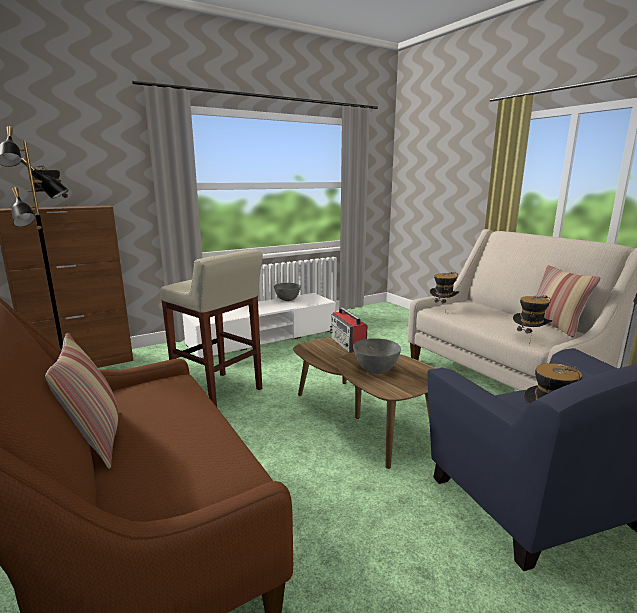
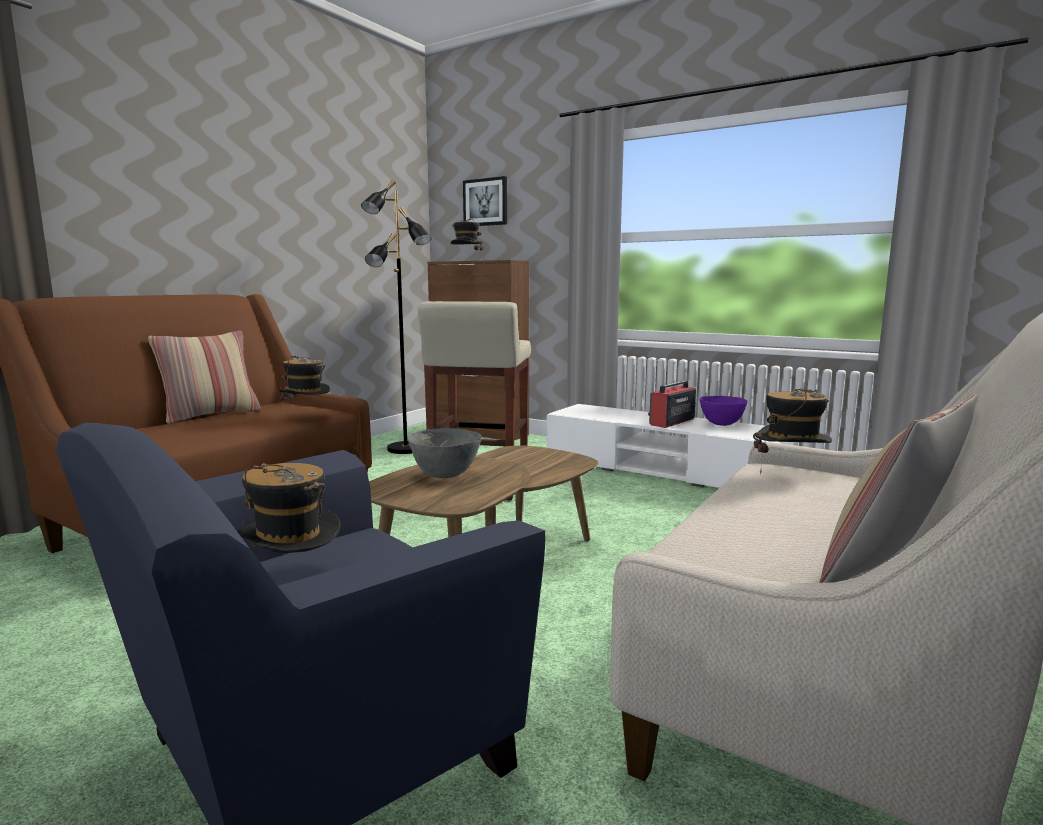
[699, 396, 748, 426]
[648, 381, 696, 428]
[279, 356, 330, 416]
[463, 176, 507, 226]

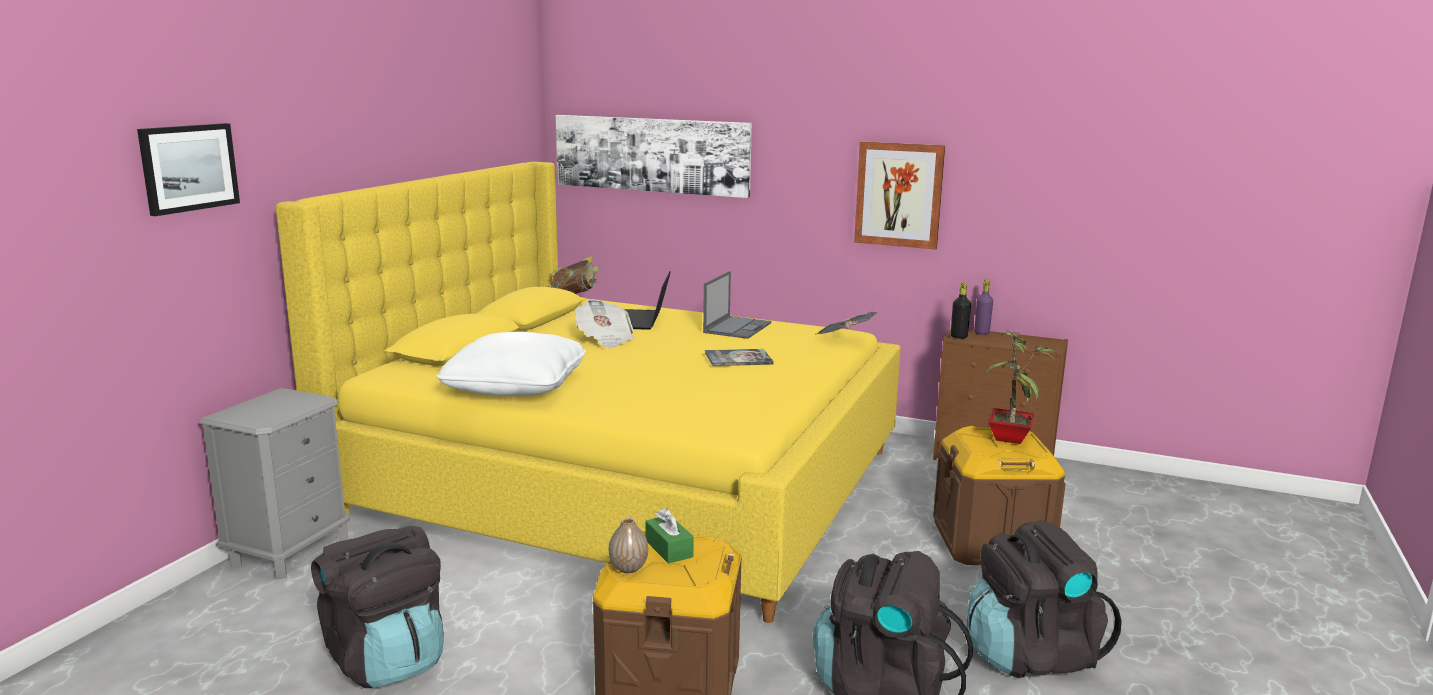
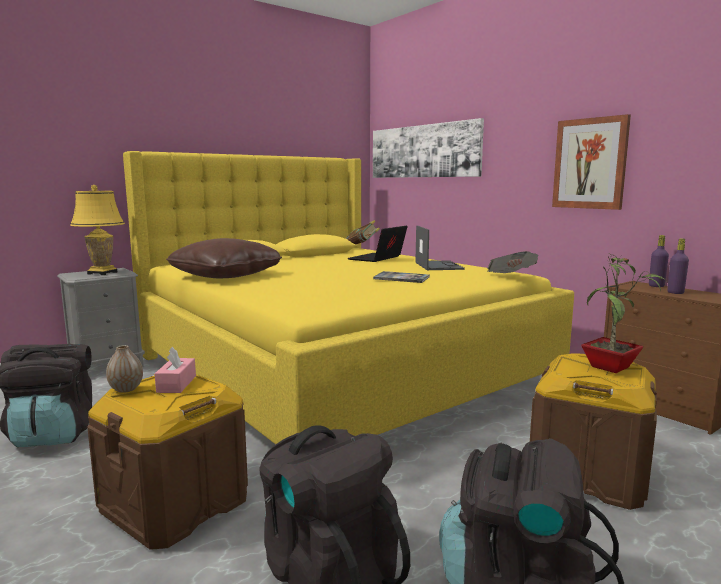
[137, 123, 240, 216] (first image)
[166, 238, 282, 278]
[575, 299, 634, 348] (first image)
[155, 347, 196, 393]
[415, 225, 465, 270]
[951, 283, 971, 339] (first image)
[70, 185, 125, 275]
[667, 239, 689, 294]

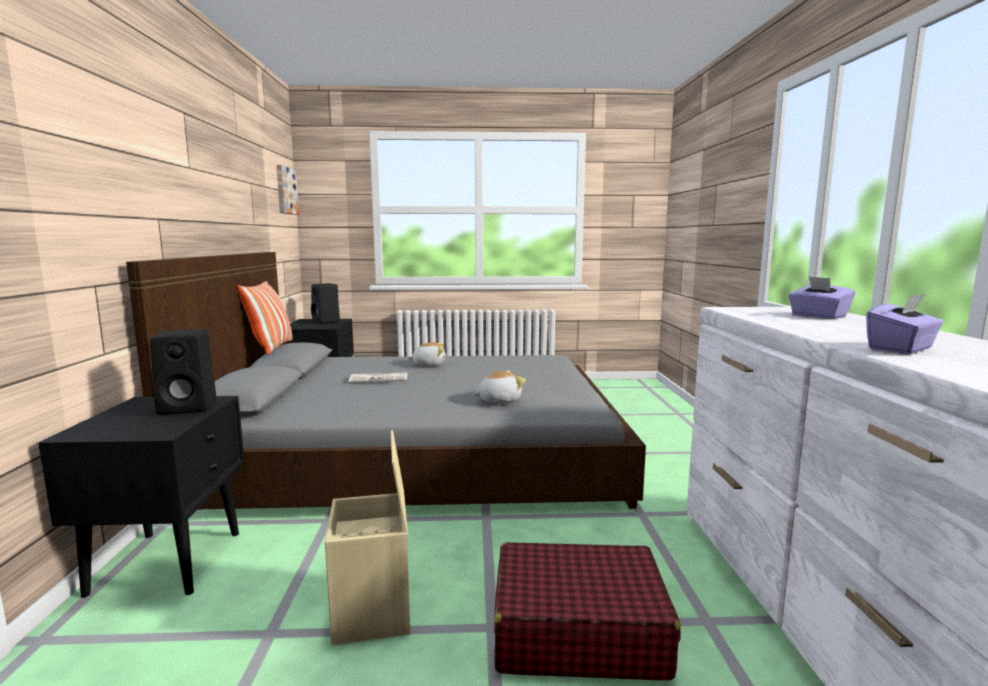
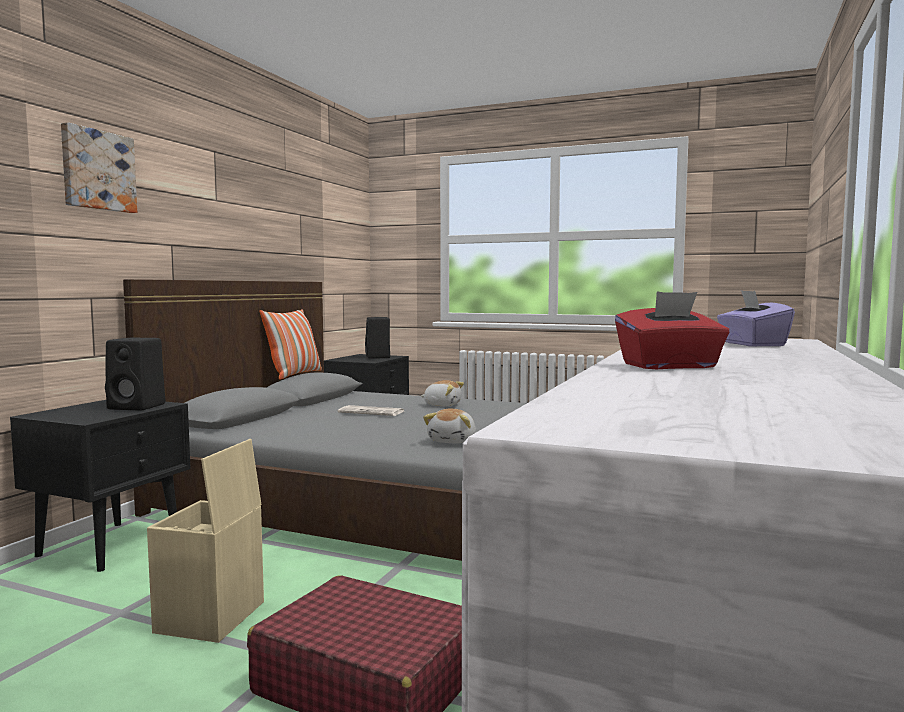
[61, 122, 137, 213]
[423, 409, 476, 443]
[615, 291, 730, 369]

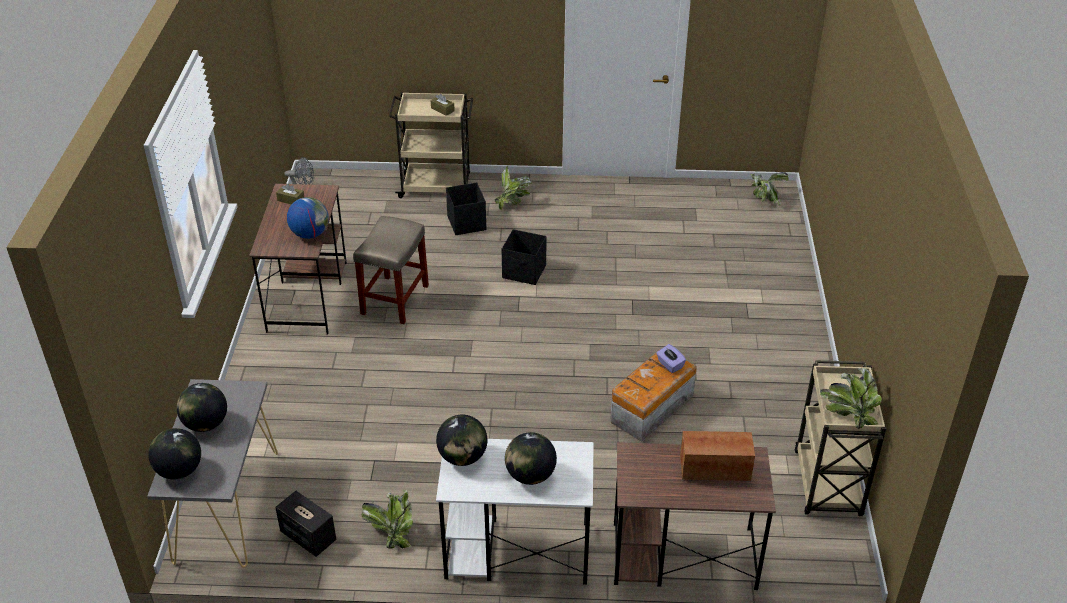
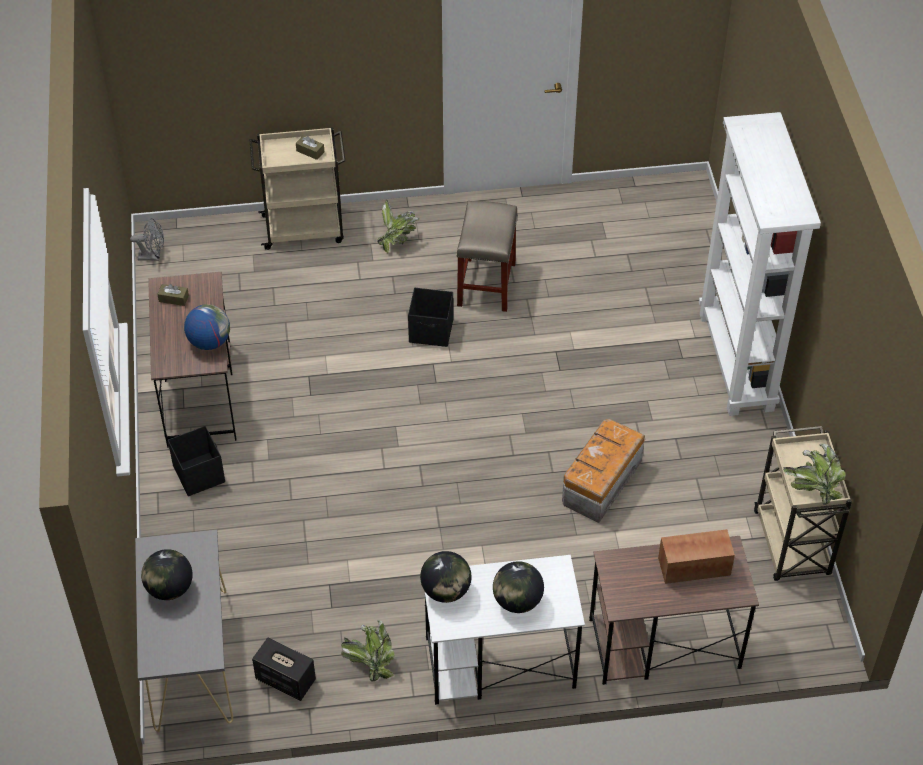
[148, 428, 201, 479] (first image)
[456, 201, 518, 312]
[168, 426, 225, 496]
[656, 344, 686, 373] (first image)
[751, 172, 789, 206] (first image)
[699, 112, 821, 416]

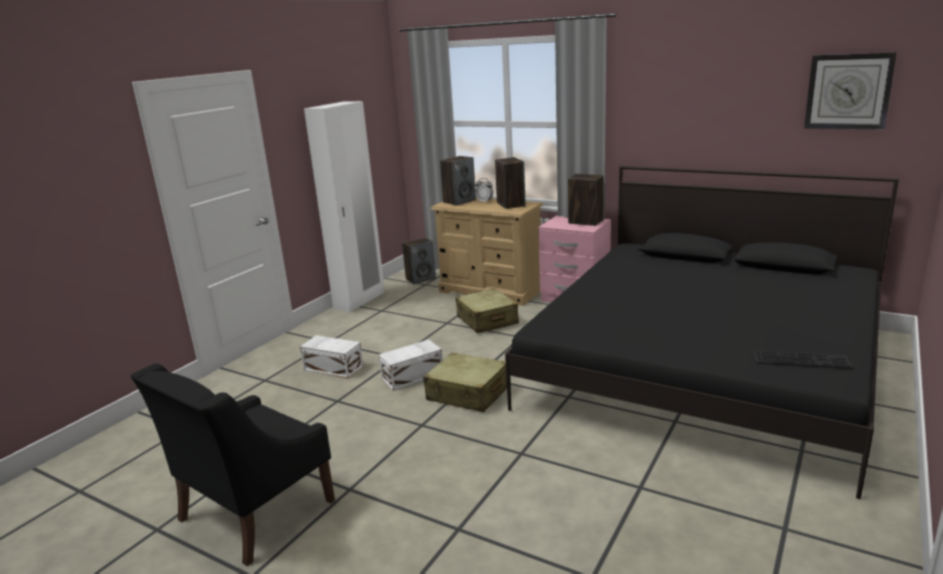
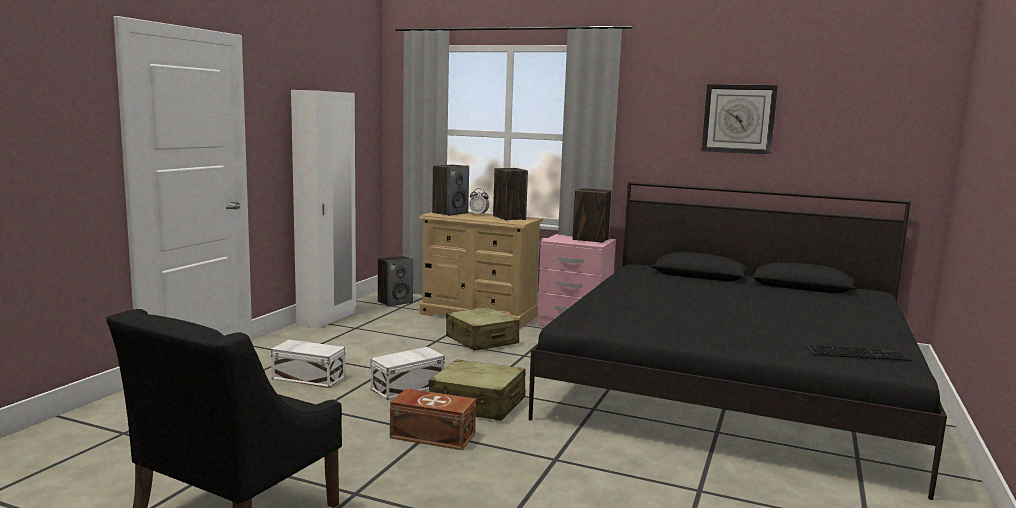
[702, 84, 778, 155]
[390, 389, 476, 450]

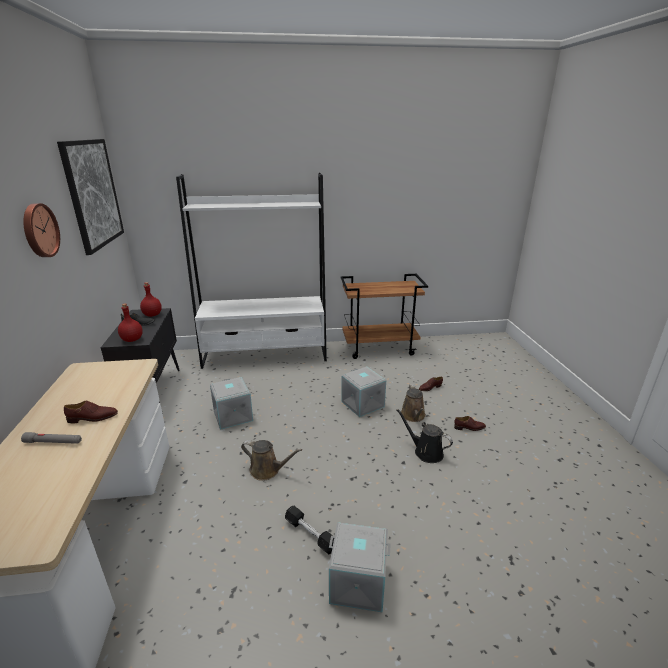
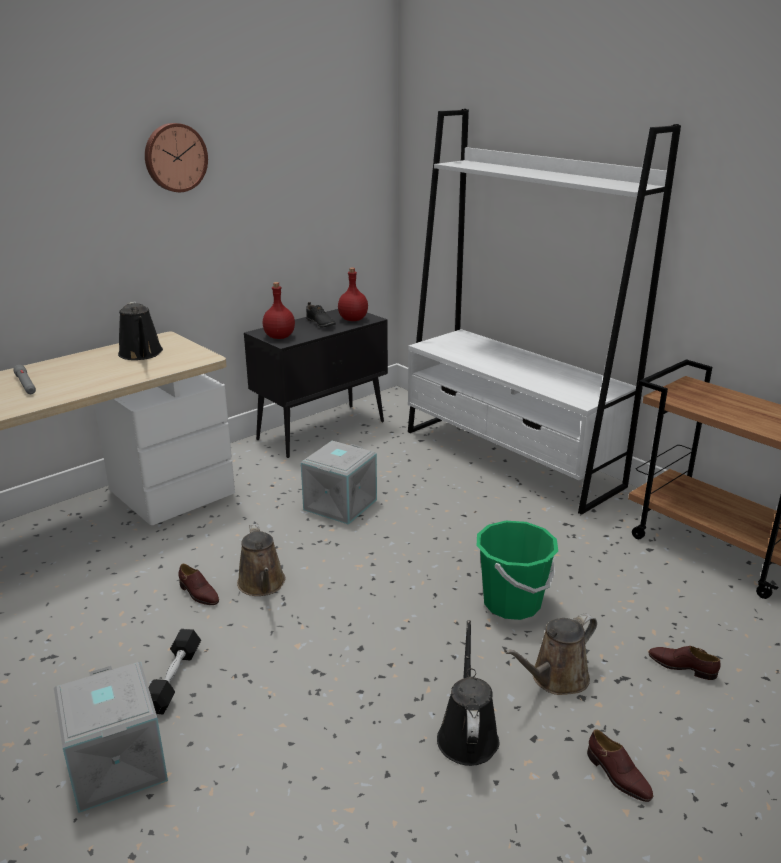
[57, 139, 124, 255] (first image)
[178, 564, 219, 605]
[477, 521, 558, 620]
[118, 302, 163, 360]

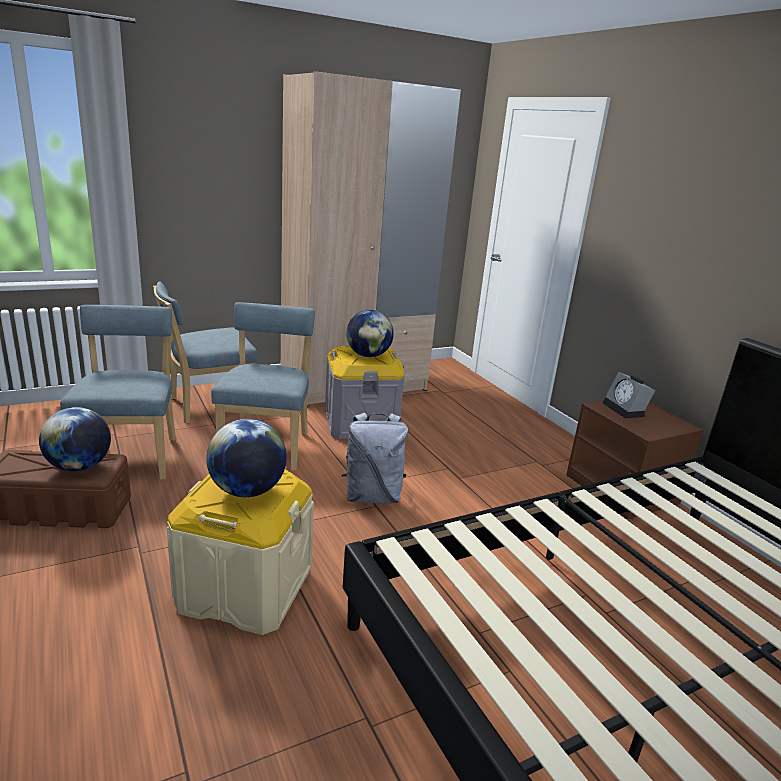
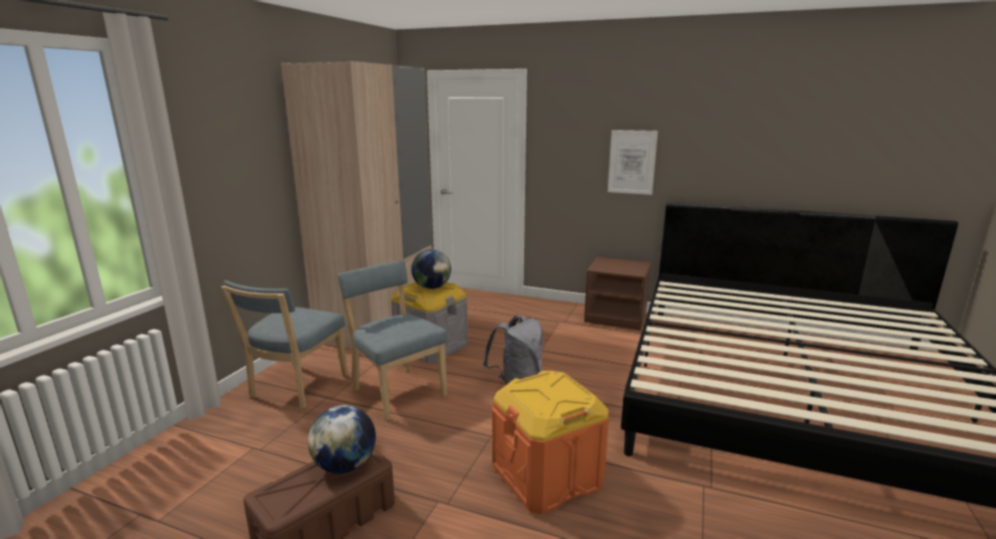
[60, 305, 176, 480] (first image)
[492, 371, 609, 514]
[206, 419, 287, 497] (first image)
[603, 372, 655, 418] (first image)
[608, 130, 658, 195]

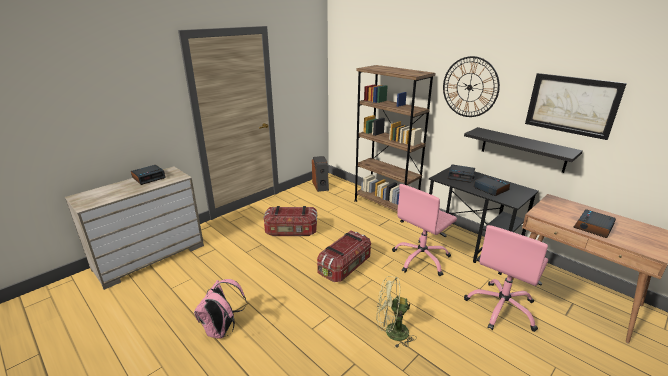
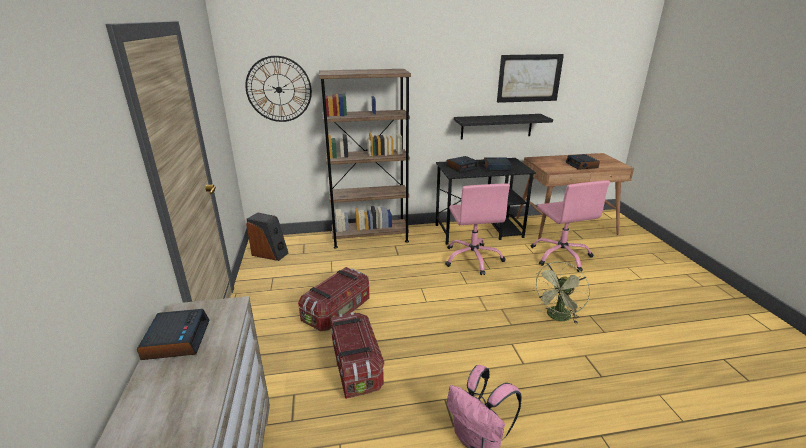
[330, 312, 384, 399]
[245, 56, 312, 122]

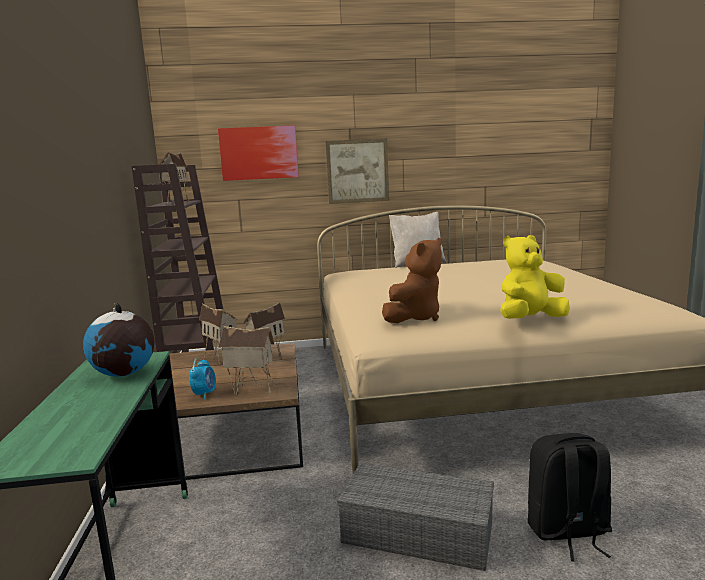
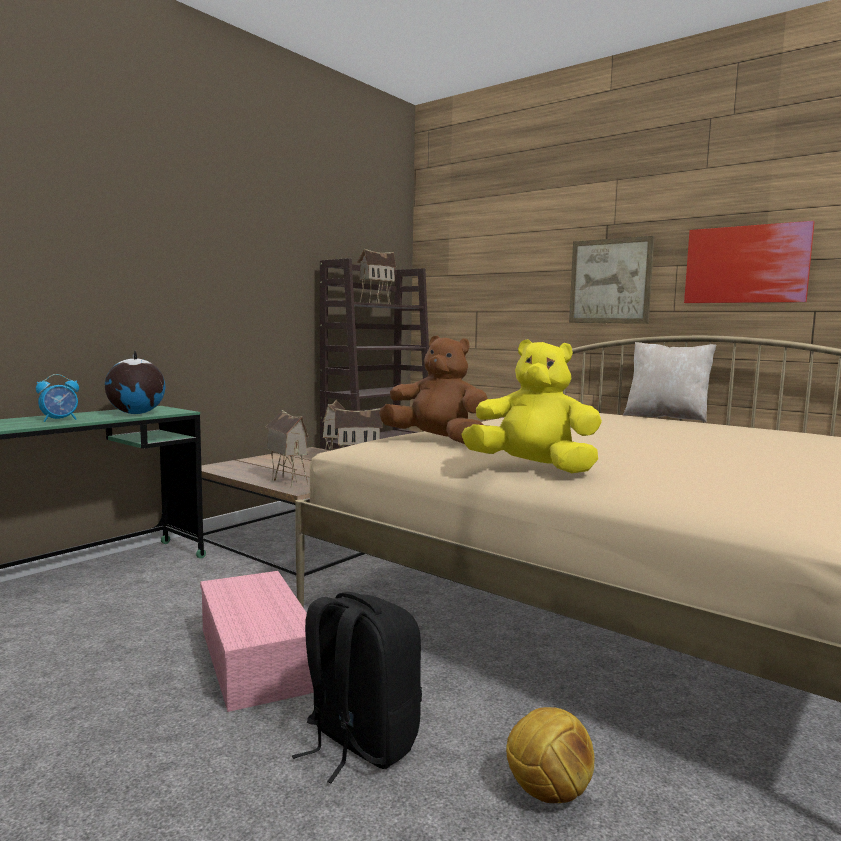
[36, 374, 79, 422]
[684, 221, 815, 303]
[200, 571, 314, 712]
[379, 335, 488, 444]
[506, 707, 595, 803]

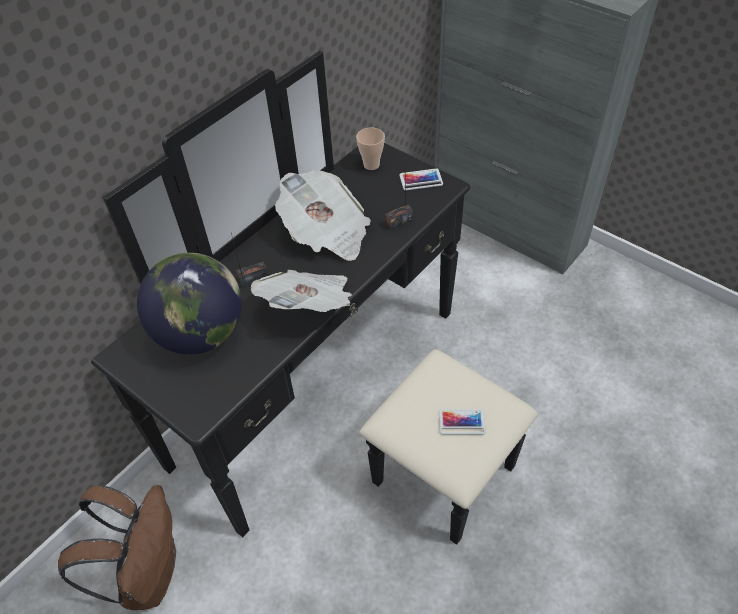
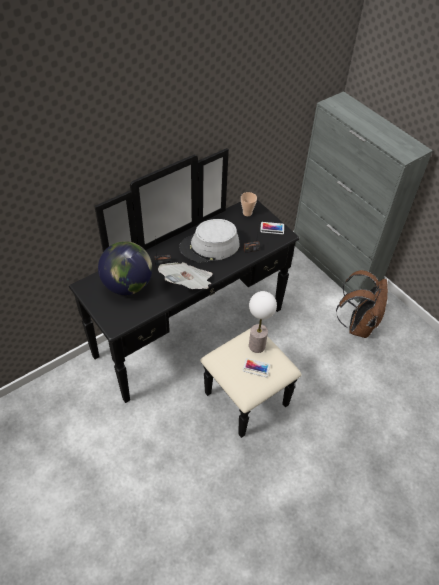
[336, 270, 388, 338]
[179, 219, 239, 263]
[249, 291, 277, 353]

